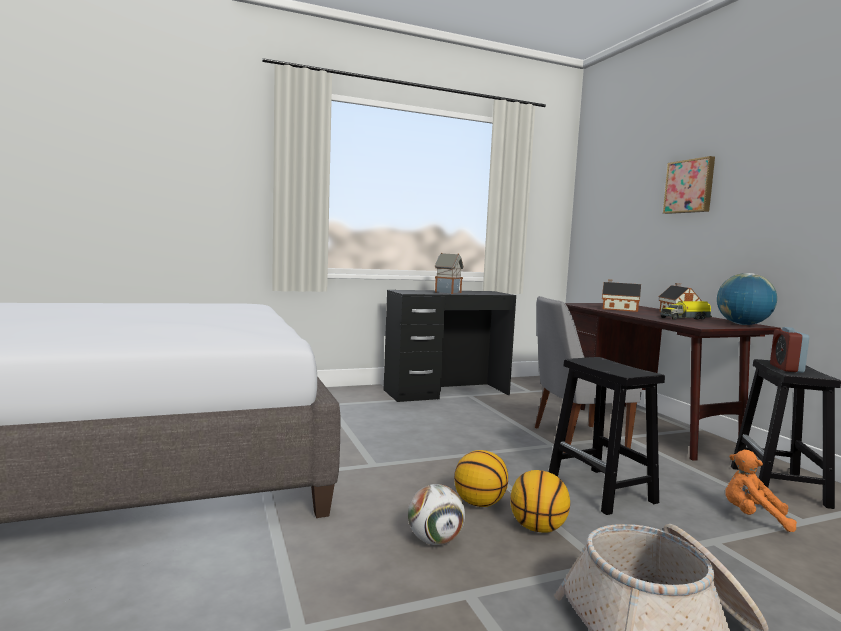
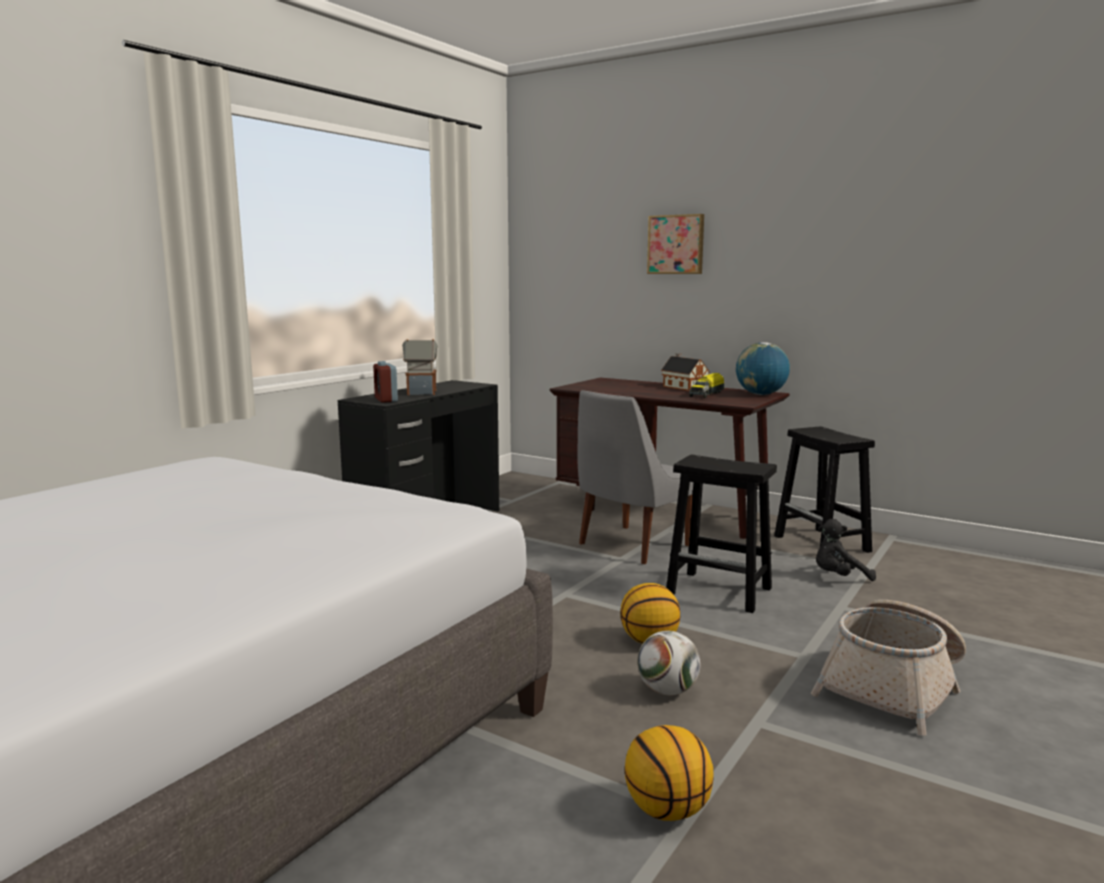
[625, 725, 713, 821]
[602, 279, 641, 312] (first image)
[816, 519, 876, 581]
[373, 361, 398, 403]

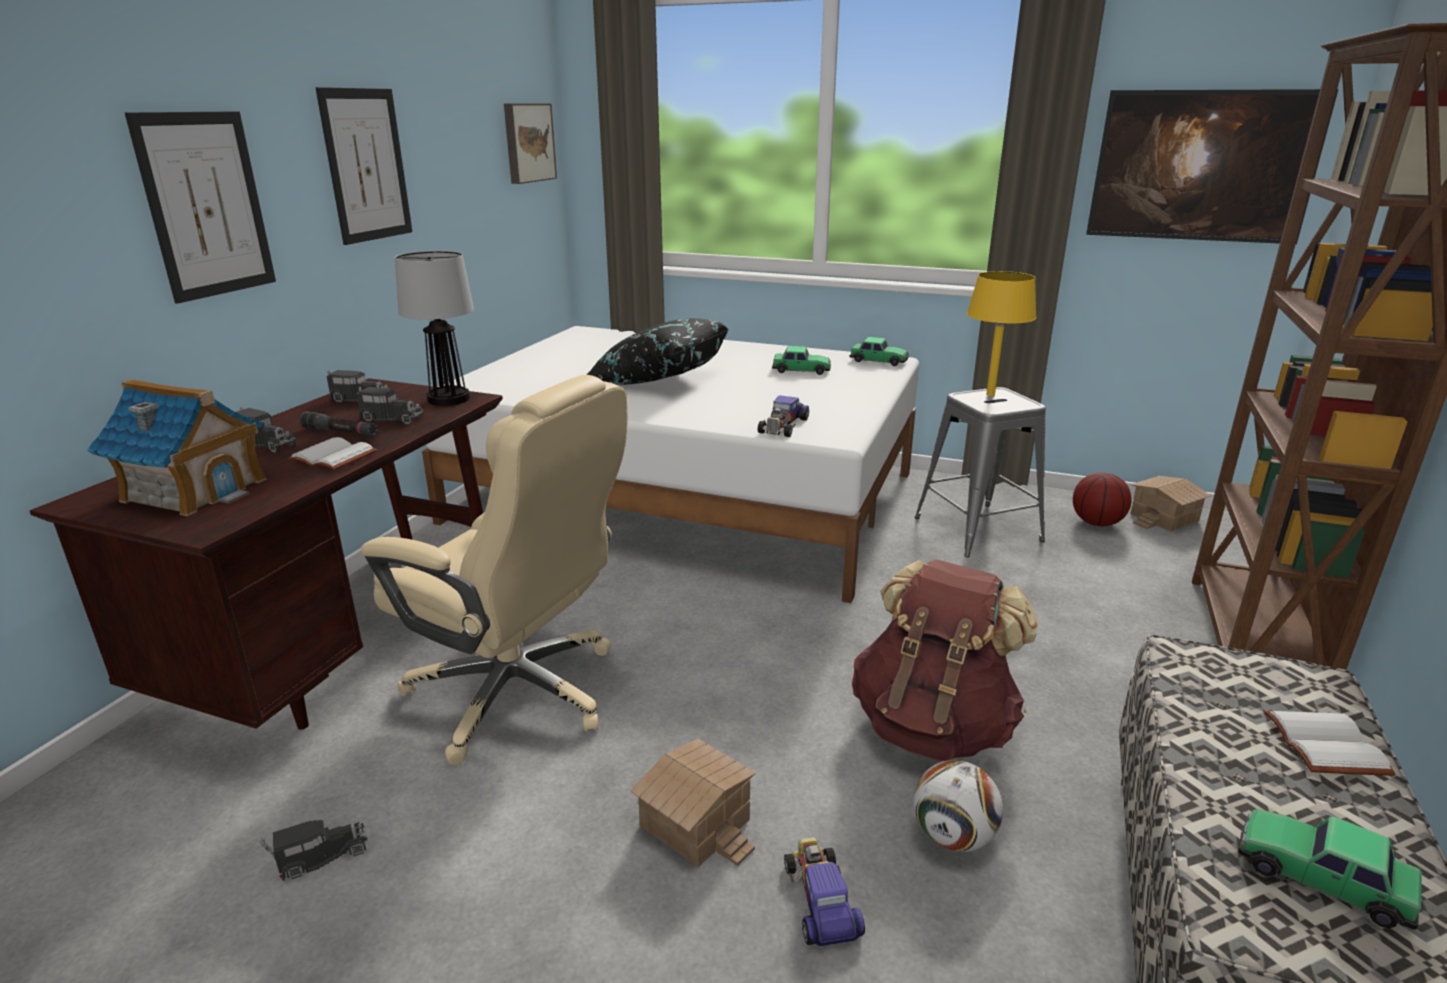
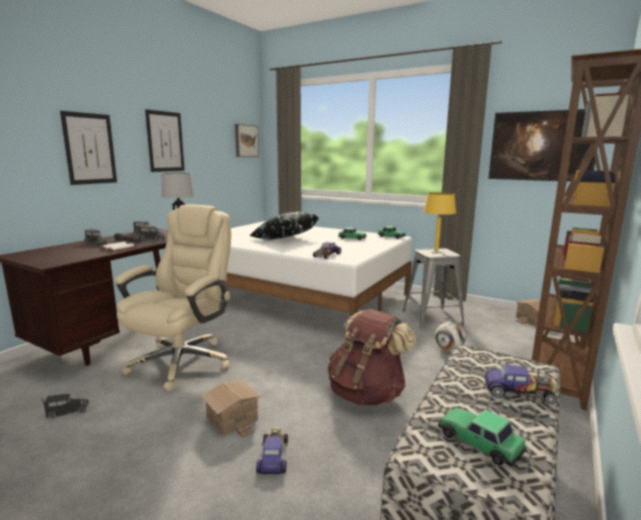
[87, 379, 266, 516] (first image)
[114, 204, 231, 391]
[435, 322, 466, 352]
[1073, 473, 1132, 526] (first image)
[485, 364, 557, 404]

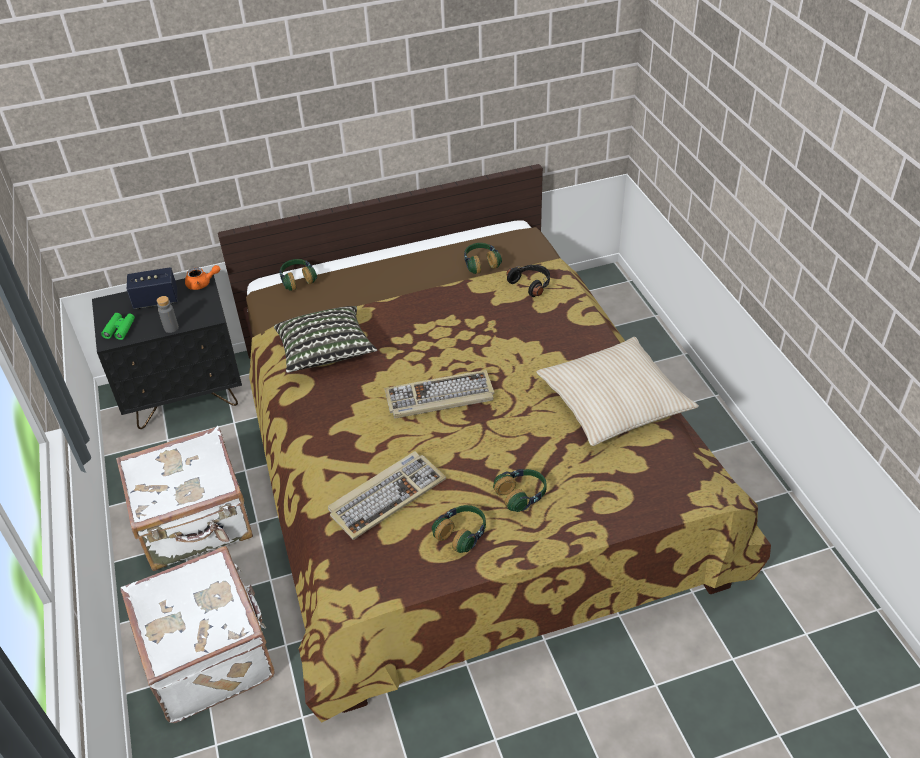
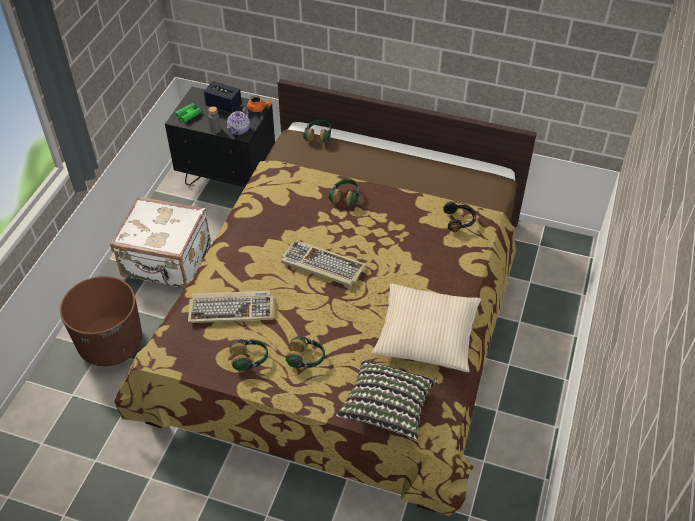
[60, 276, 142, 366]
[336, 359, 437, 440]
[329, 179, 360, 206]
[227, 107, 250, 135]

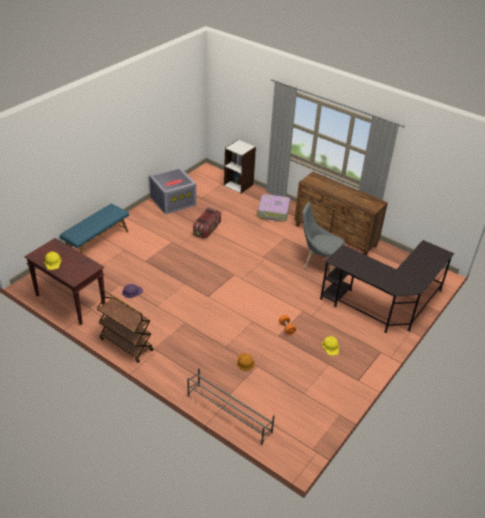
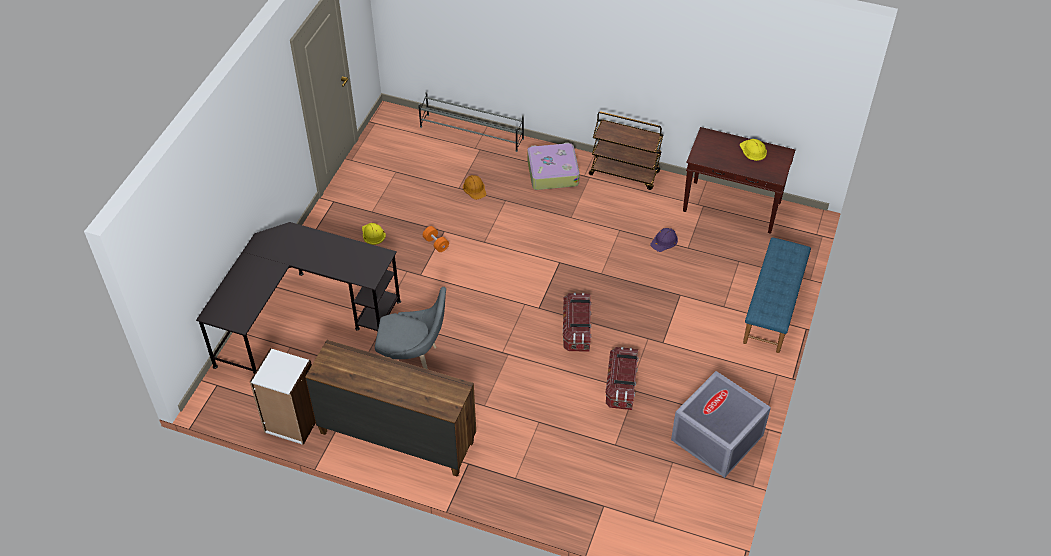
[250, 348, 316, 445]
[527, 143, 580, 190]
[563, 293, 591, 352]

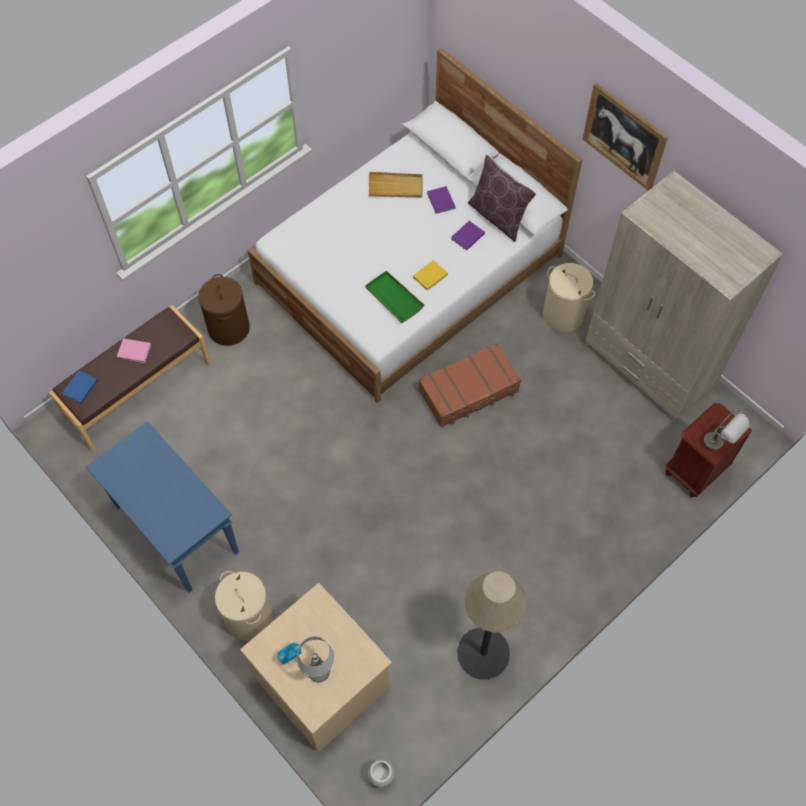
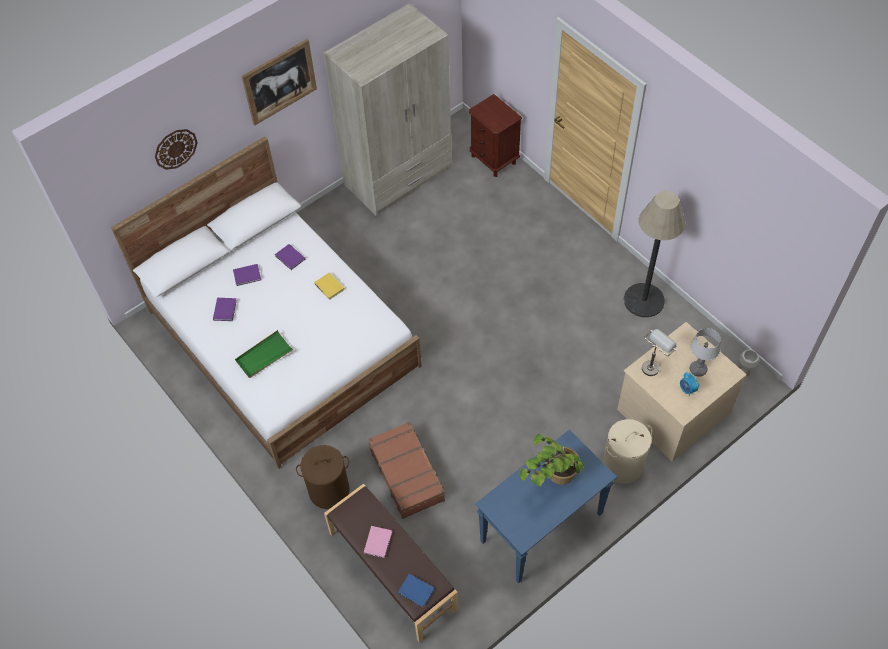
[235, 330, 294, 378]
[213, 298, 237, 321]
[368, 422, 445, 519]
[468, 155, 536, 242] (first image)
[543, 263, 595, 332] (first image)
[642, 329, 677, 376]
[155, 129, 198, 170]
[520, 434, 584, 487]

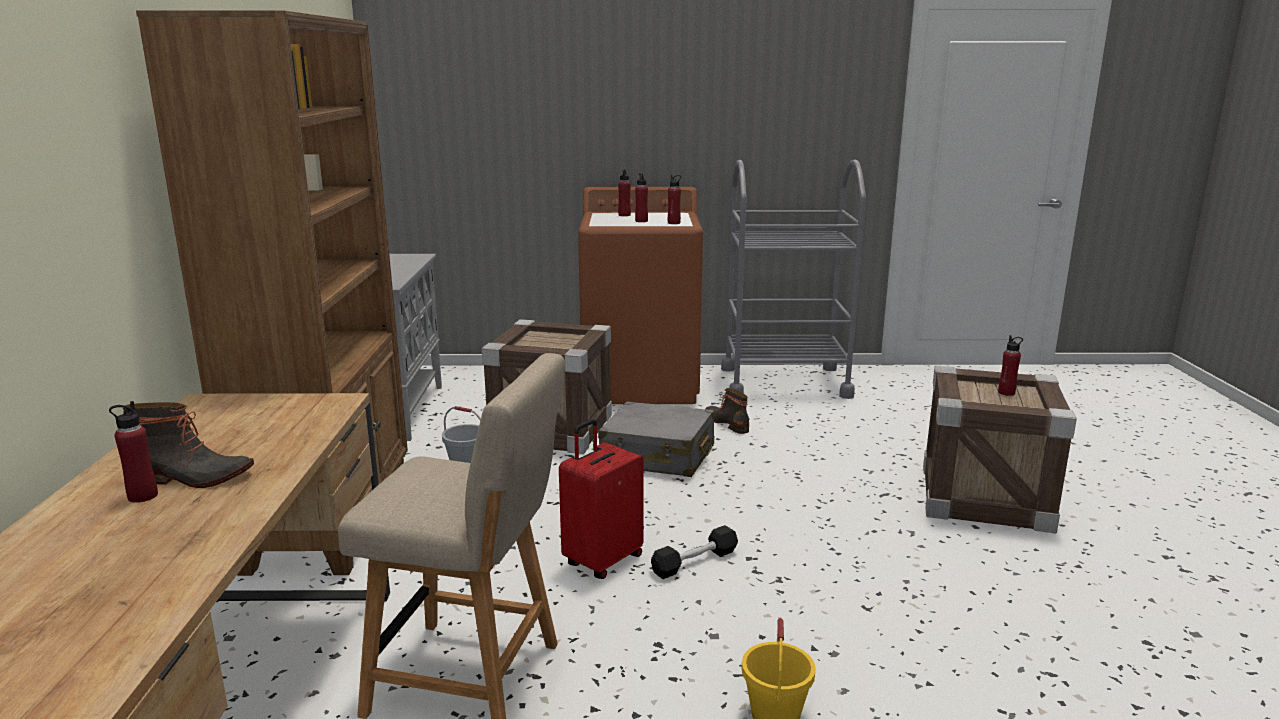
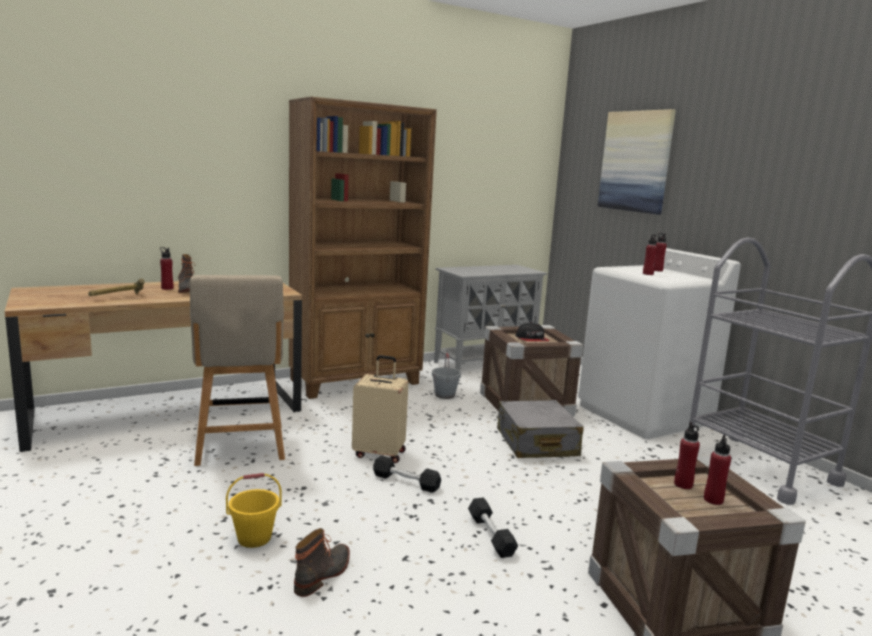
[352, 355, 409, 463]
[578, 248, 741, 439]
[674, 422, 700, 489]
[294, 528, 350, 597]
[88, 279, 145, 296]
[468, 497, 518, 558]
[516, 322, 550, 341]
[598, 109, 676, 214]

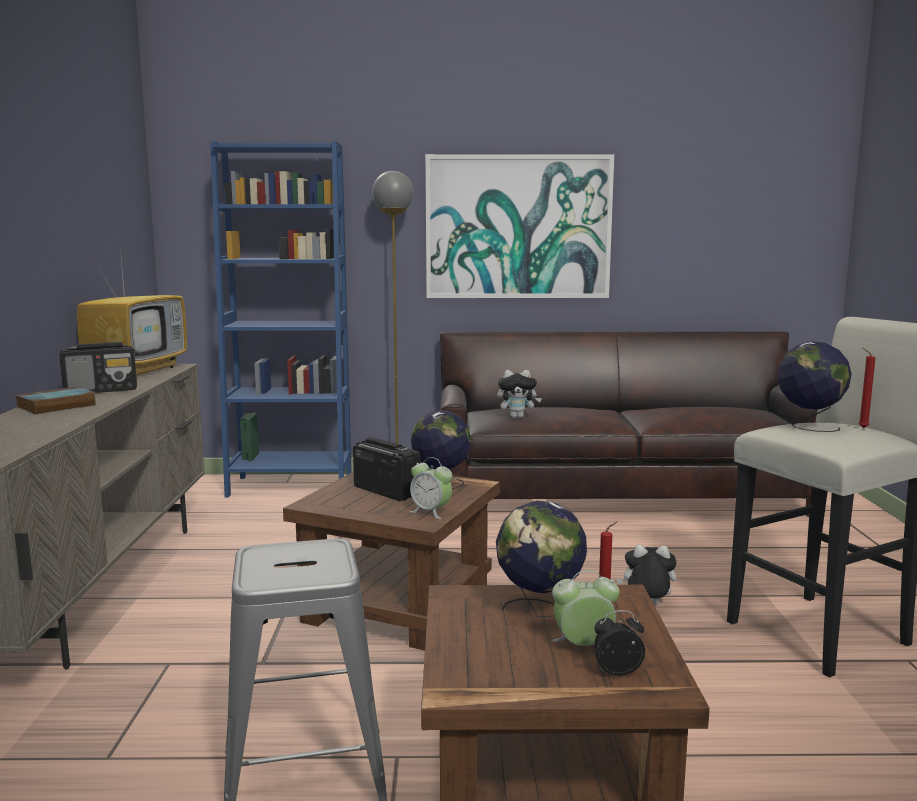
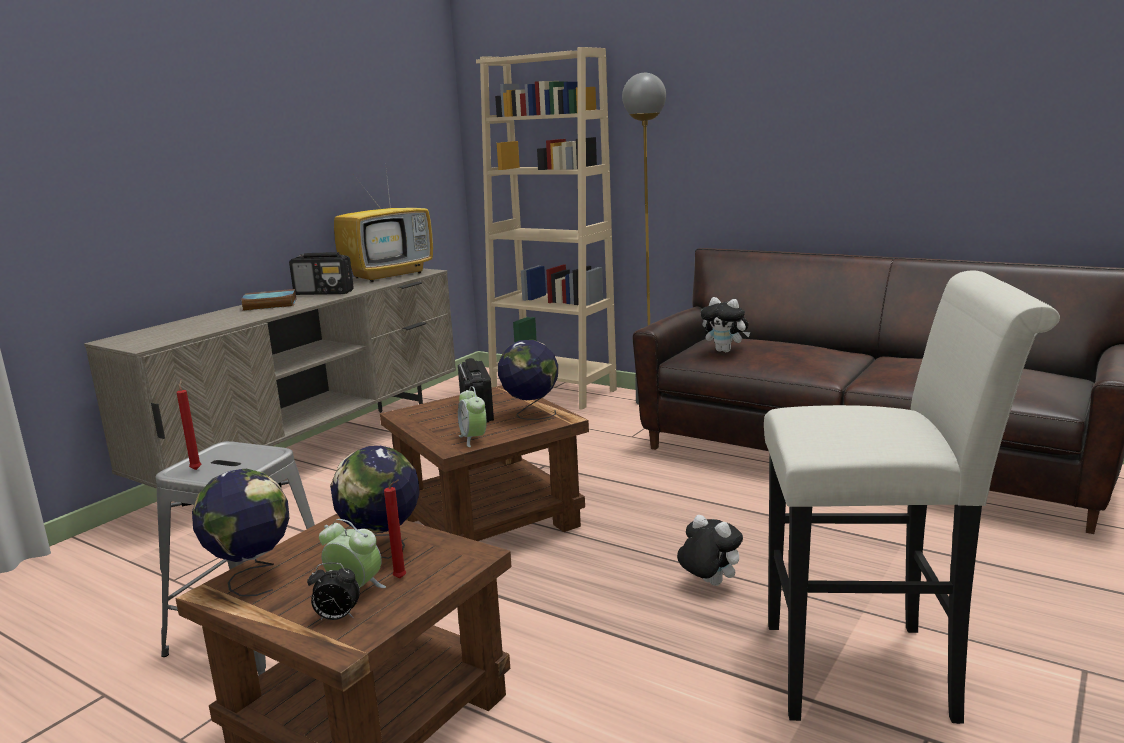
[476, 47, 617, 410]
[425, 154, 614, 298] (first image)
[307, 562, 360, 620]
[192, 469, 289, 596]
[176, 380, 201, 470]

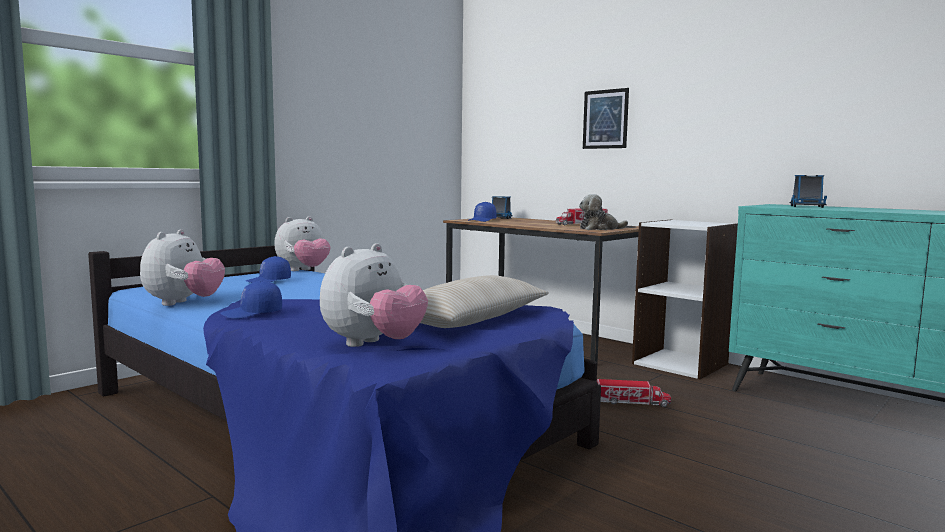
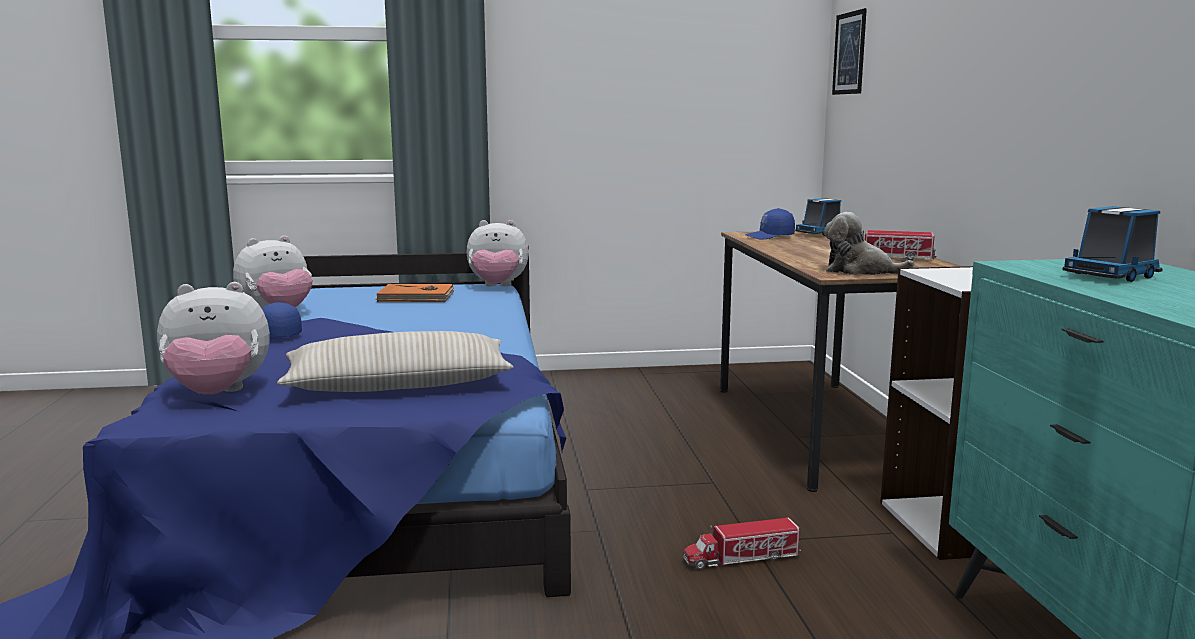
[375, 284, 455, 302]
[832, 8, 867, 95]
[683, 518, 802, 570]

